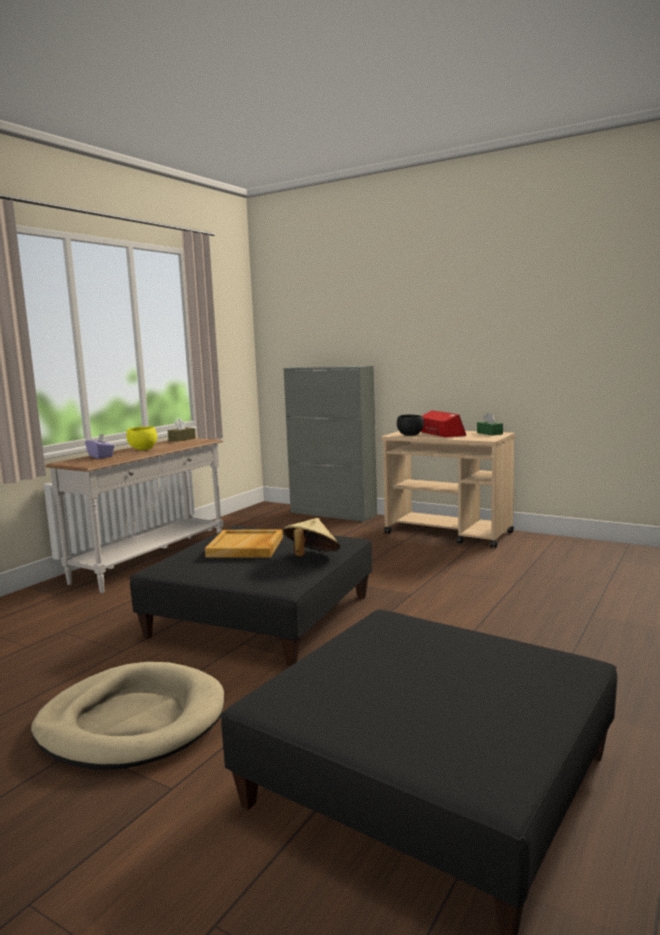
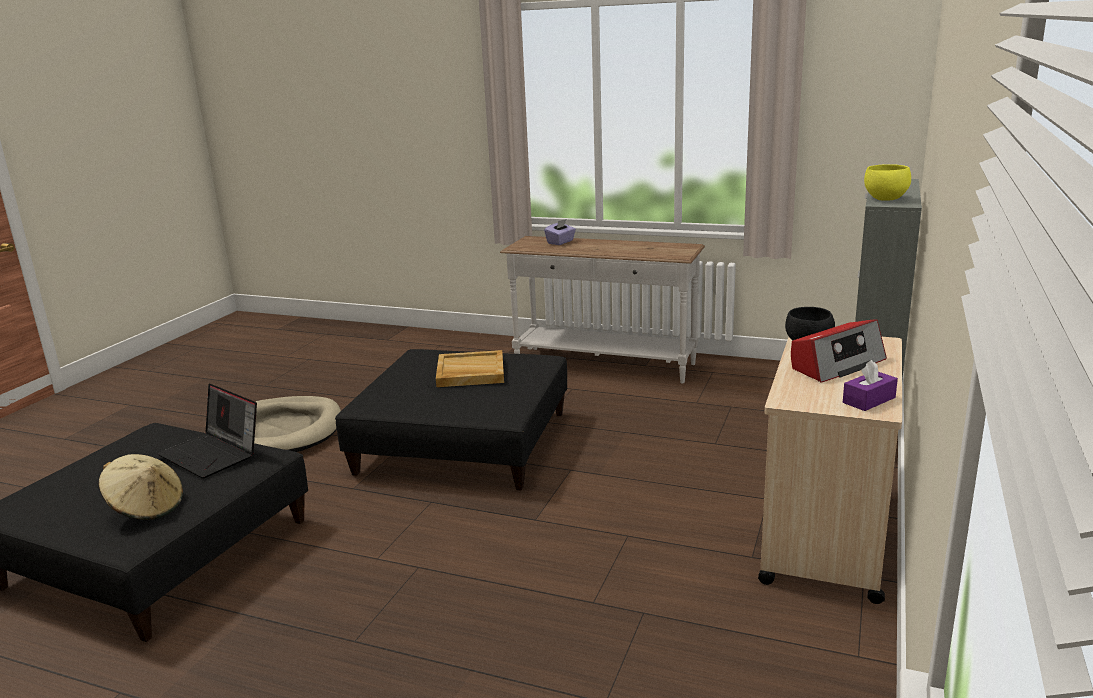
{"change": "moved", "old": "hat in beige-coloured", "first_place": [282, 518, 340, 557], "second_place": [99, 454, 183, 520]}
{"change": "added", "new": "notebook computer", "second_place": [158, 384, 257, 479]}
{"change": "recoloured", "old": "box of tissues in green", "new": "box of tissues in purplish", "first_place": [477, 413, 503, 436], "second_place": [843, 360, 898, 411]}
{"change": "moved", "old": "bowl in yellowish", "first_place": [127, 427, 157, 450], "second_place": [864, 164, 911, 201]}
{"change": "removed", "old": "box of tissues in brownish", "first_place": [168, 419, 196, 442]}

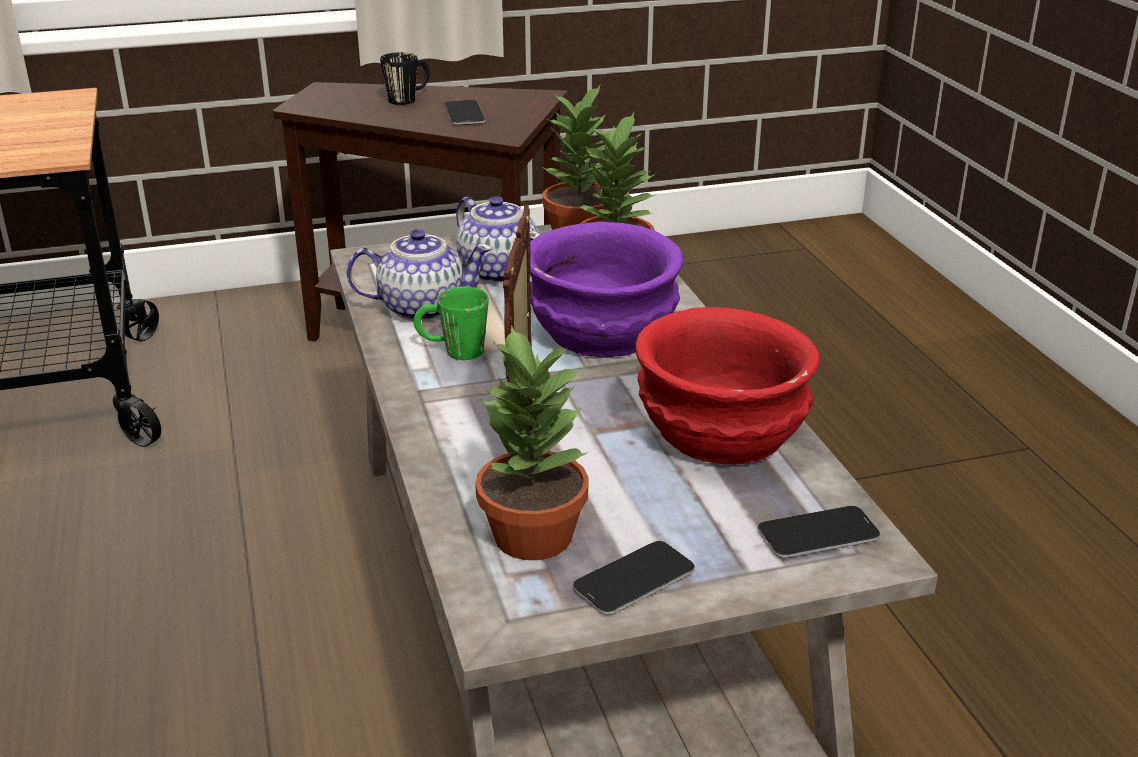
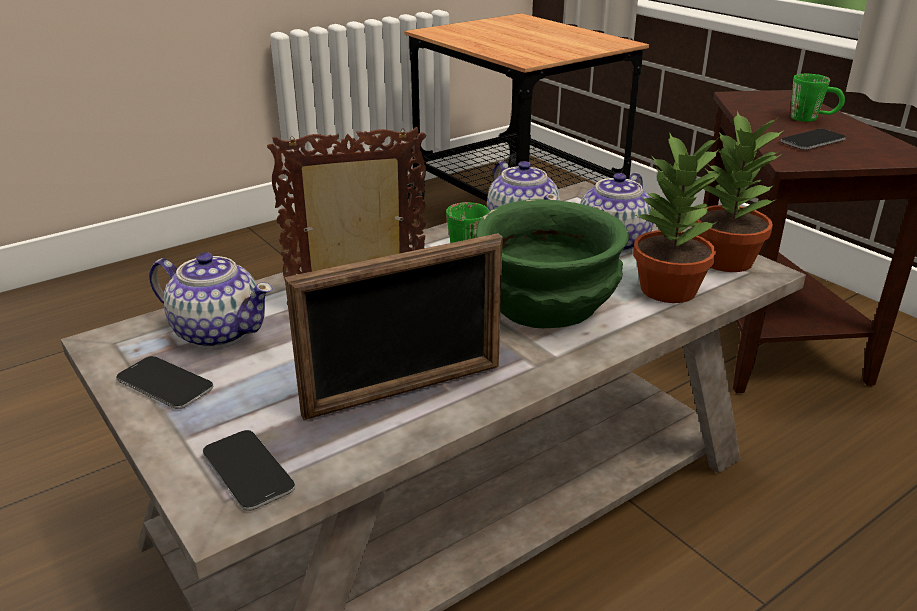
{"change": "replaced", "old": "potted plant", "new": "tea pot", "first_place": [475, 325, 588, 560], "second_place": [149, 252, 273, 348]}
{"change": "replaced", "old": "bowl in red-coloured", "new": "standing frame", "first_place": [635, 307, 820, 464], "second_place": [285, 233, 503, 420]}
{"change": "recoloured", "old": "bowl in purplish", "new": "bowl in green", "first_place": [530, 222, 683, 358], "second_place": [476, 199, 629, 328]}
{"change": "recoloured", "old": "coffee mug in black-coloured", "new": "coffee mug in green", "first_place": [380, 52, 430, 105], "second_place": [791, 74, 845, 122]}

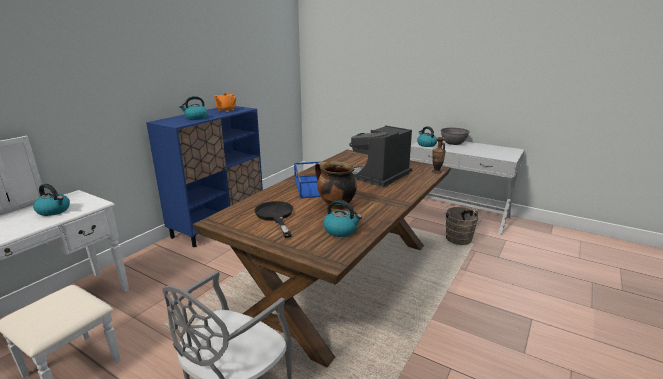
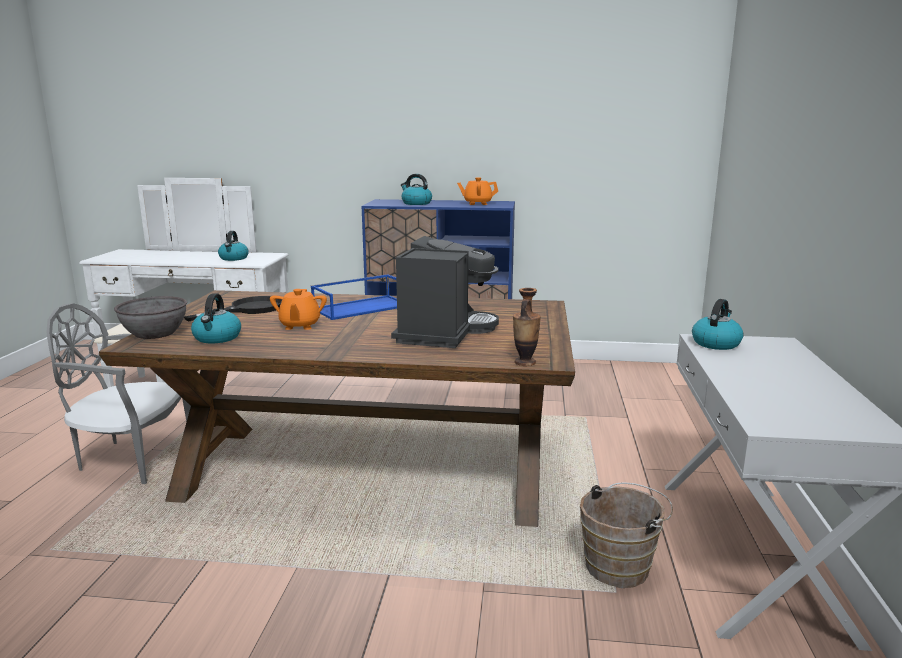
{"change": "moved", "old": "bowl in greyish", "first_place": [441, 128, 470, 145], "second_place": [114, 296, 187, 339]}
{"change": "replaced", "old": "saucepot", "new": "tea pot in orangey", "first_place": [315, 161, 357, 209], "second_place": [270, 289, 327, 330]}
{"change": "turned", "old": "coffee brewer", "first_place": [349, 125, 412, 187], "second_place": [391, 236, 499, 348], "degrees": 90}

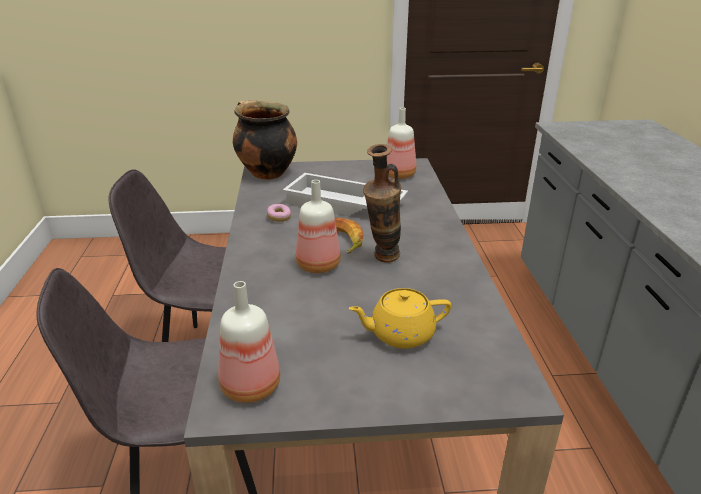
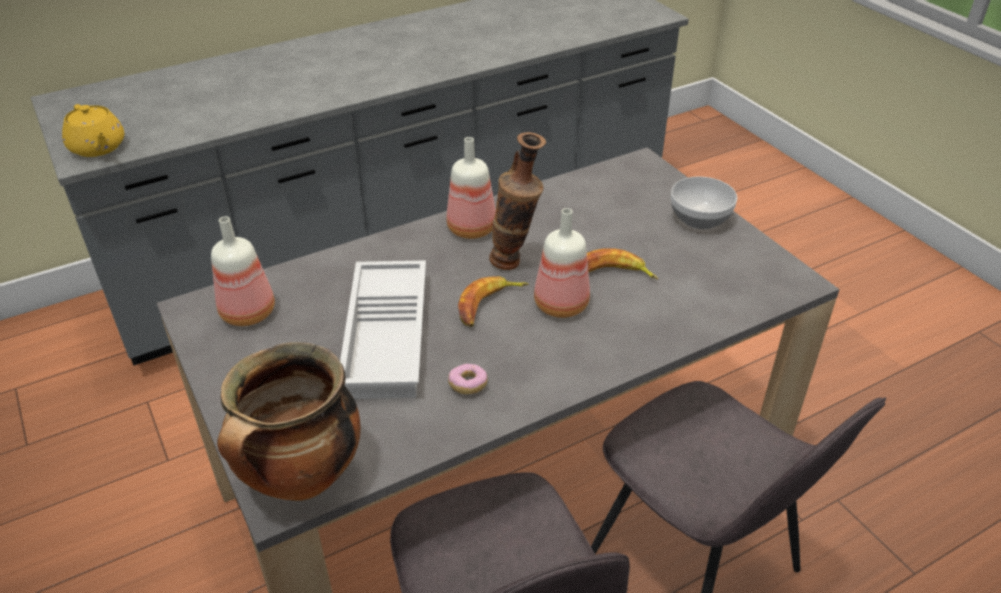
{"change": "moved", "old": "tea pot in yellowish", "first_place": [348, 288, 451, 349], "second_place": [62, 104, 124, 157]}
{"change": "moved", "old": "bottle", "first_place": [218, 281, 280, 403], "second_place": [447, 137, 496, 239]}
{"change": "added", "new": "banana", "second_place": [587, 248, 658, 280]}
{"change": "added", "new": "bowl", "second_place": [671, 176, 737, 229]}

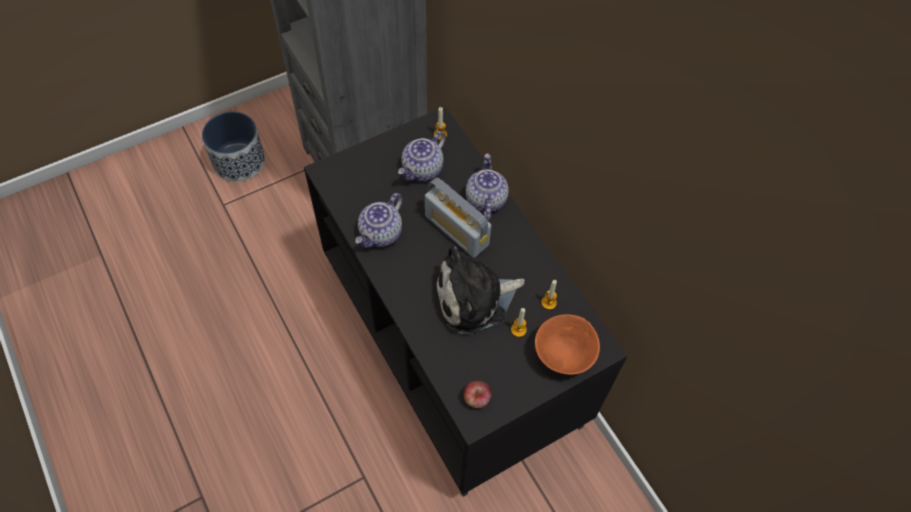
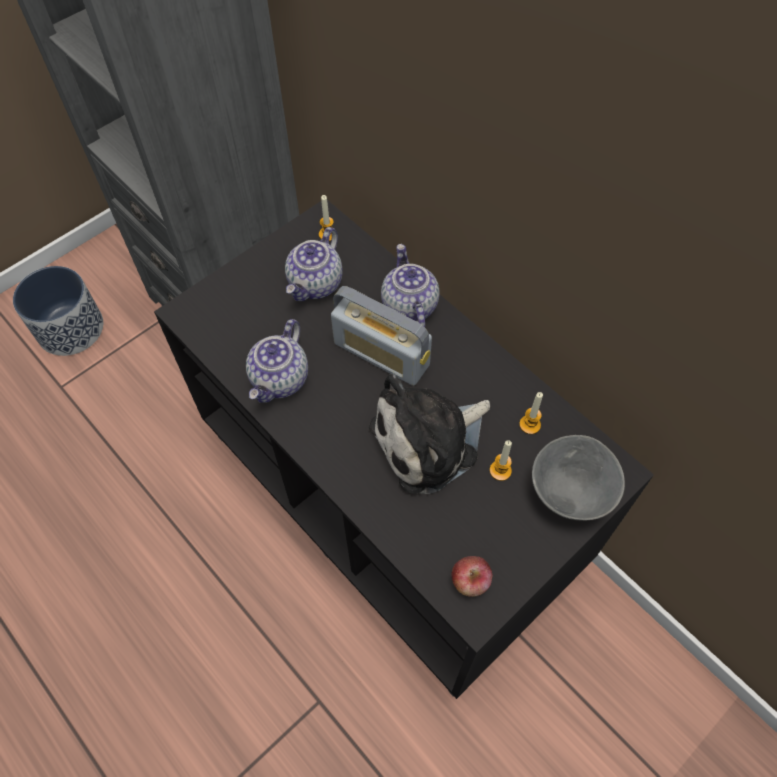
{"change": "recoloured", "old": "bowl in orangey", "new": "bowl in greyish", "first_place": [535, 314, 600, 375], "second_place": [532, 435, 625, 520]}

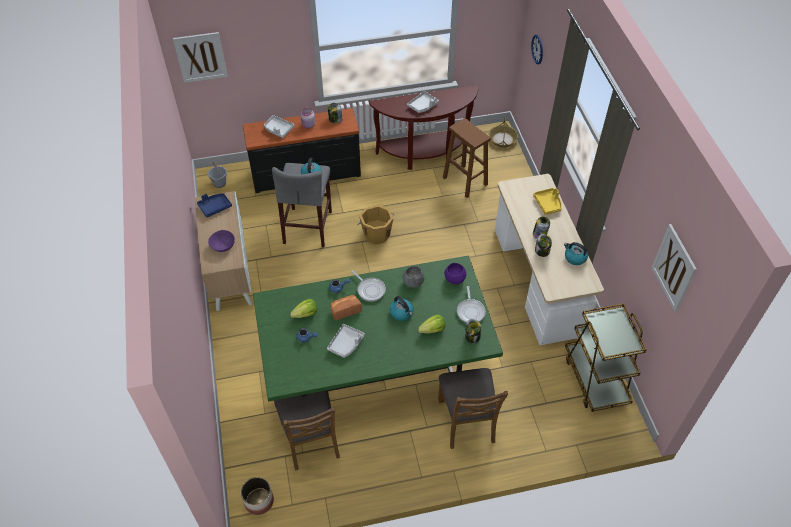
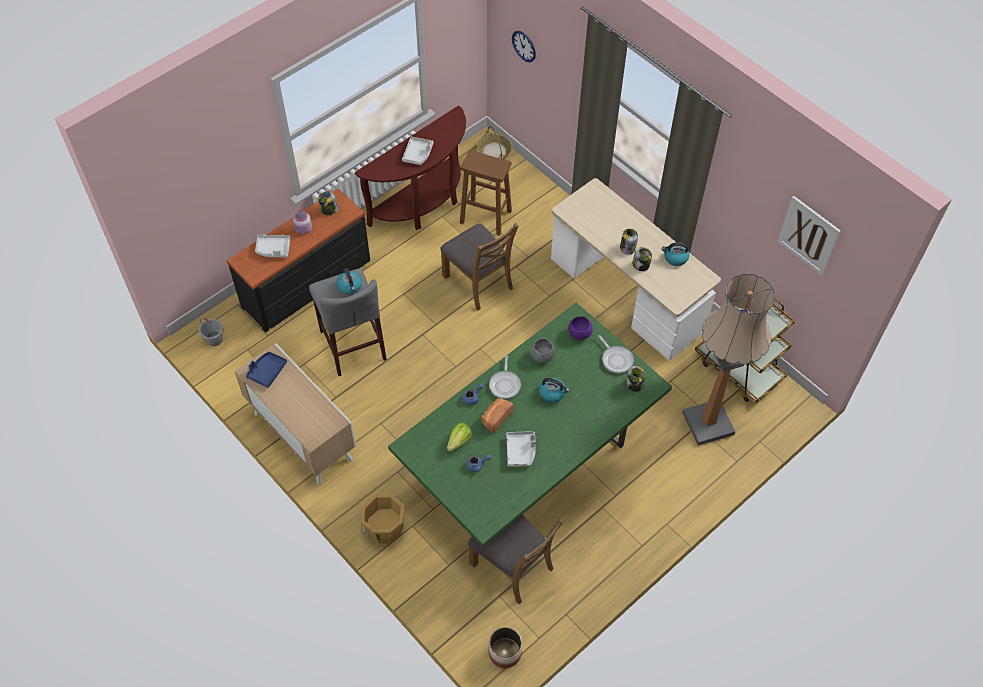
{"change": "moved", "old": "bucket in orangey", "first_place": [357, 205, 394, 245], "second_place": [361, 494, 404, 544]}
{"change": "moved", "old": "plain chair in brownish", "first_place": [438, 368, 508, 449], "second_place": [440, 223, 518, 311]}
{"change": "turned", "old": "skillet", "first_place": [352, 271, 386, 302], "second_place": [489, 355, 521, 399], "degrees": 75}
{"change": "added", "new": "standard lamp", "second_place": [682, 273, 775, 445]}
{"change": "removed", "old": "wall art", "first_place": [173, 32, 228, 83]}
{"change": "removed", "old": "bowl in purplish", "first_place": [208, 230, 235, 252]}
{"change": "removed", "old": "lettuce", "first_place": [418, 315, 445, 334]}
{"change": "removed", "old": "serving tray in yellowish", "first_place": [533, 188, 562, 215]}

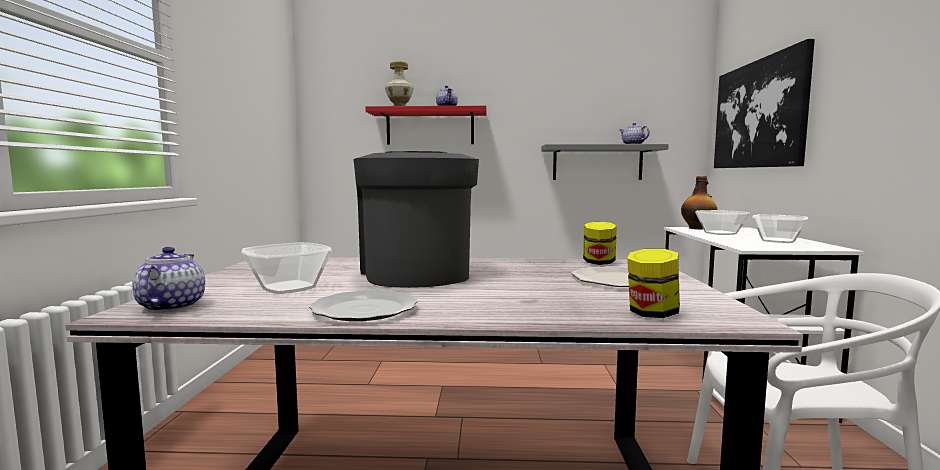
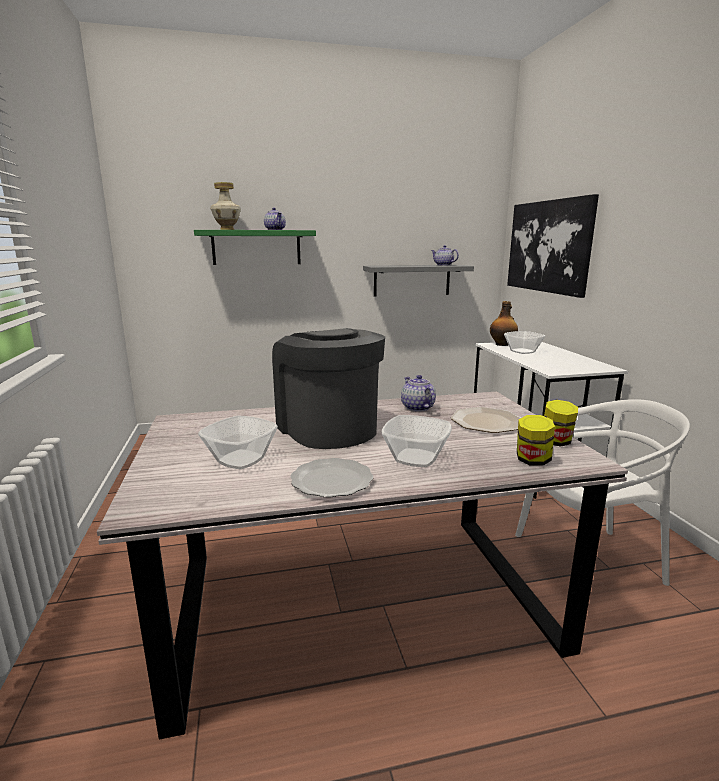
{"change": "recoloured", "old": "bracket shelf in red-coloured", "new": "bracket shelf in green", "first_place": [366, 106, 487, 144], "second_place": [194, 230, 316, 265]}
{"change": "moved", "old": "bowl", "first_place": [752, 214, 809, 243], "second_place": [382, 415, 452, 467]}
{"change": "moved", "old": "tea pot", "first_place": [132, 247, 205, 312], "second_place": [401, 375, 436, 412]}
{"change": "moved", "old": "storage jar", "first_place": [583, 221, 617, 265], "second_place": [544, 400, 578, 447]}

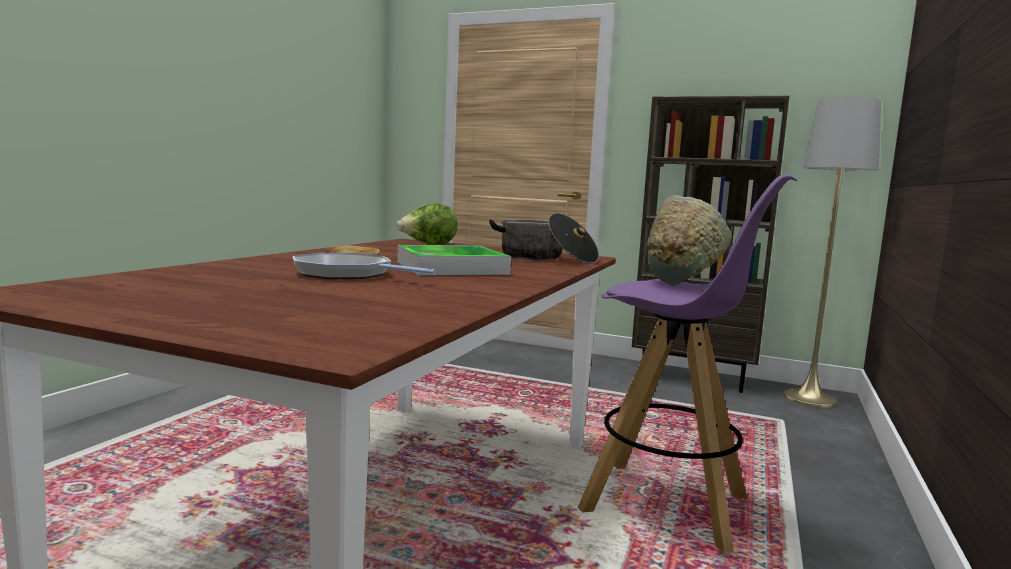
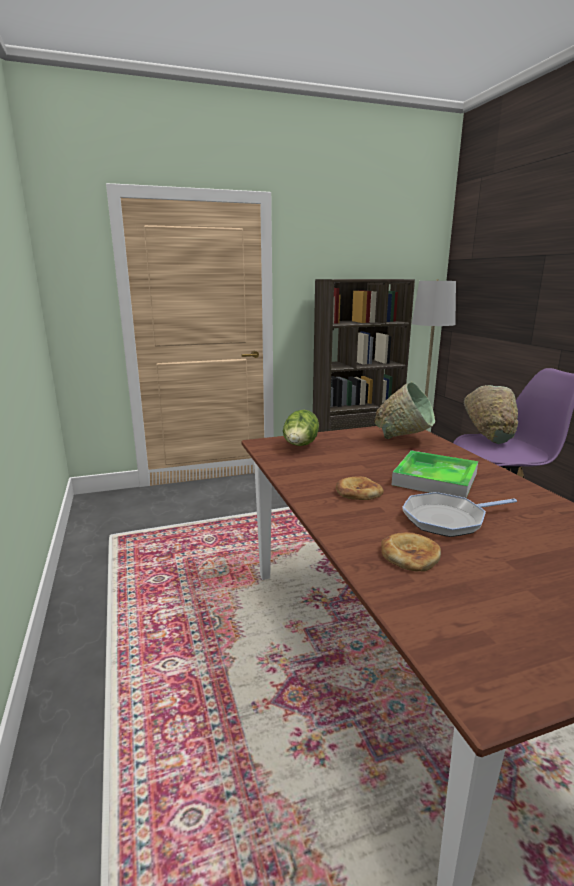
{"change": "replaced", "old": "saucepot", "new": "bowl in green", "first_place": [489, 213, 599, 264], "second_place": [374, 381, 435, 439]}
{"change": "added", "new": "bread", "second_place": [381, 532, 441, 572]}

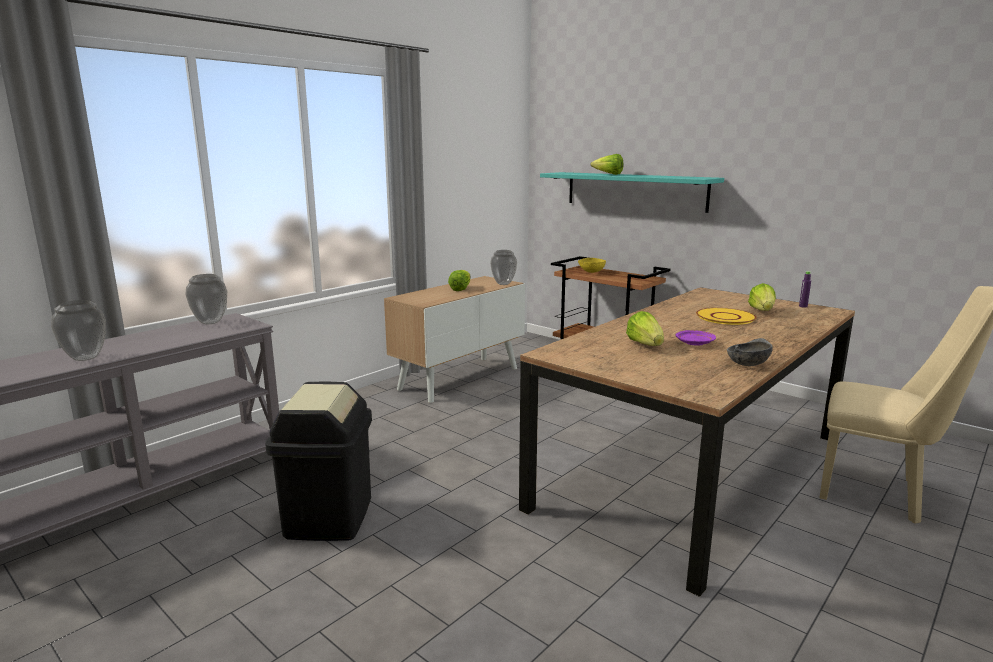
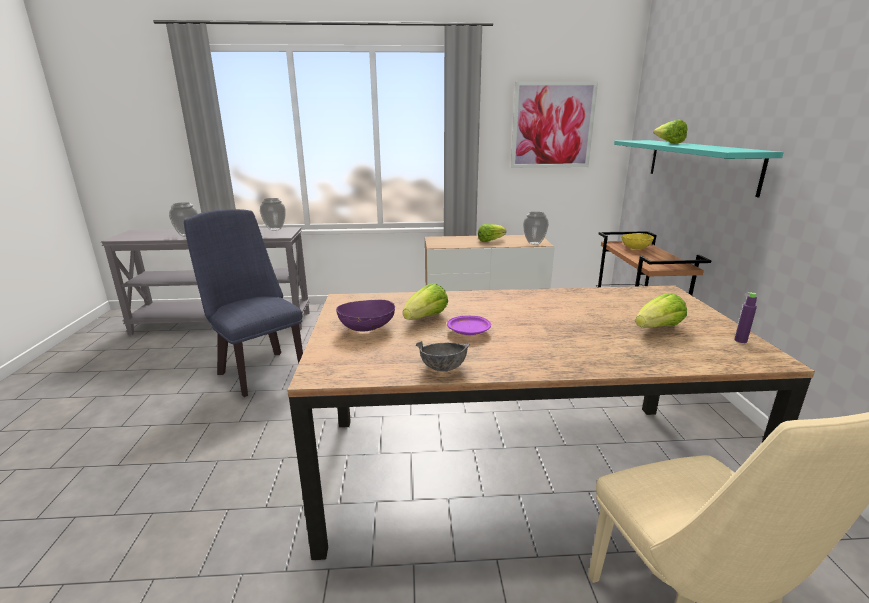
{"change": "replaced", "old": "rubbish bin in black-coloured", "new": "plain chair in blue", "first_place": [265, 382, 372, 541], "second_place": [184, 209, 303, 397]}
{"change": "added", "new": "bowl in purplish", "second_place": [336, 300, 395, 331]}
{"change": "added", "new": "wall art", "second_place": [511, 82, 598, 168]}
{"change": "removed", "old": "dinner plate in yellowish", "first_place": [696, 308, 757, 325]}

